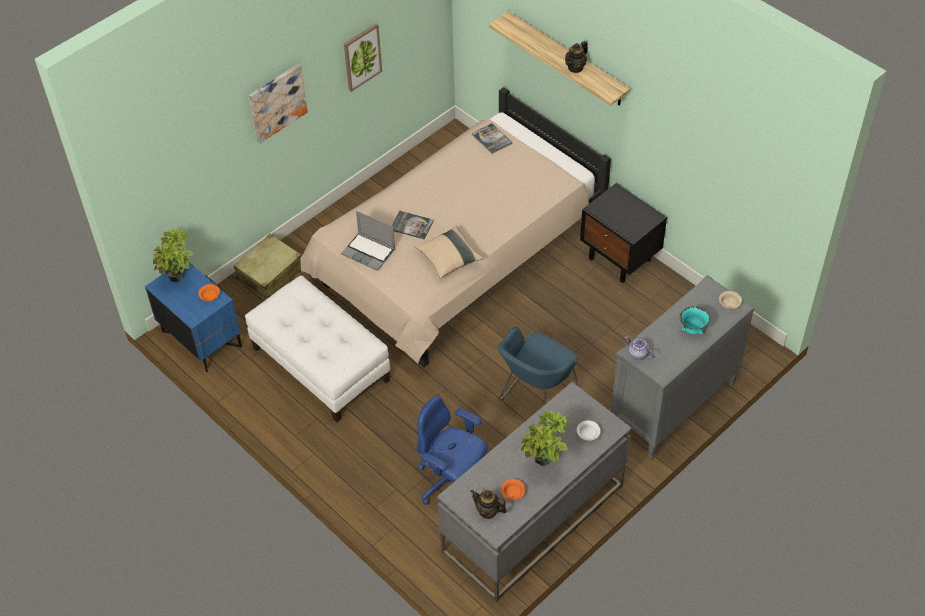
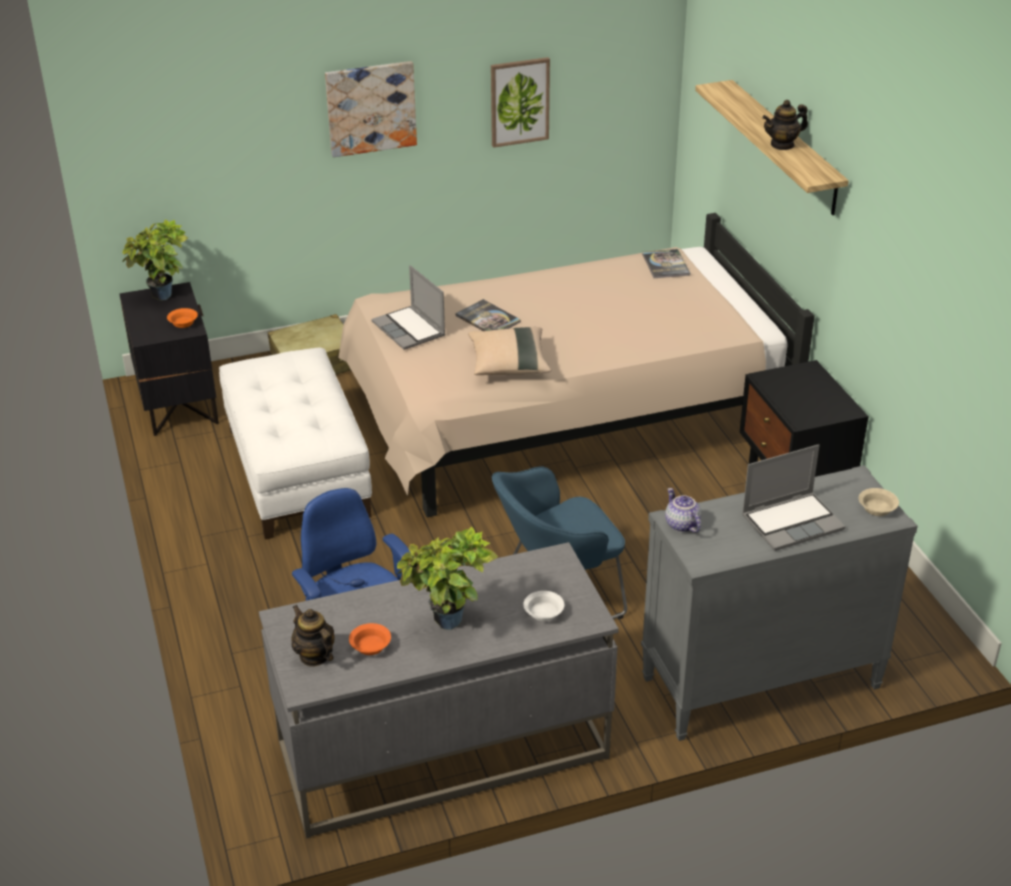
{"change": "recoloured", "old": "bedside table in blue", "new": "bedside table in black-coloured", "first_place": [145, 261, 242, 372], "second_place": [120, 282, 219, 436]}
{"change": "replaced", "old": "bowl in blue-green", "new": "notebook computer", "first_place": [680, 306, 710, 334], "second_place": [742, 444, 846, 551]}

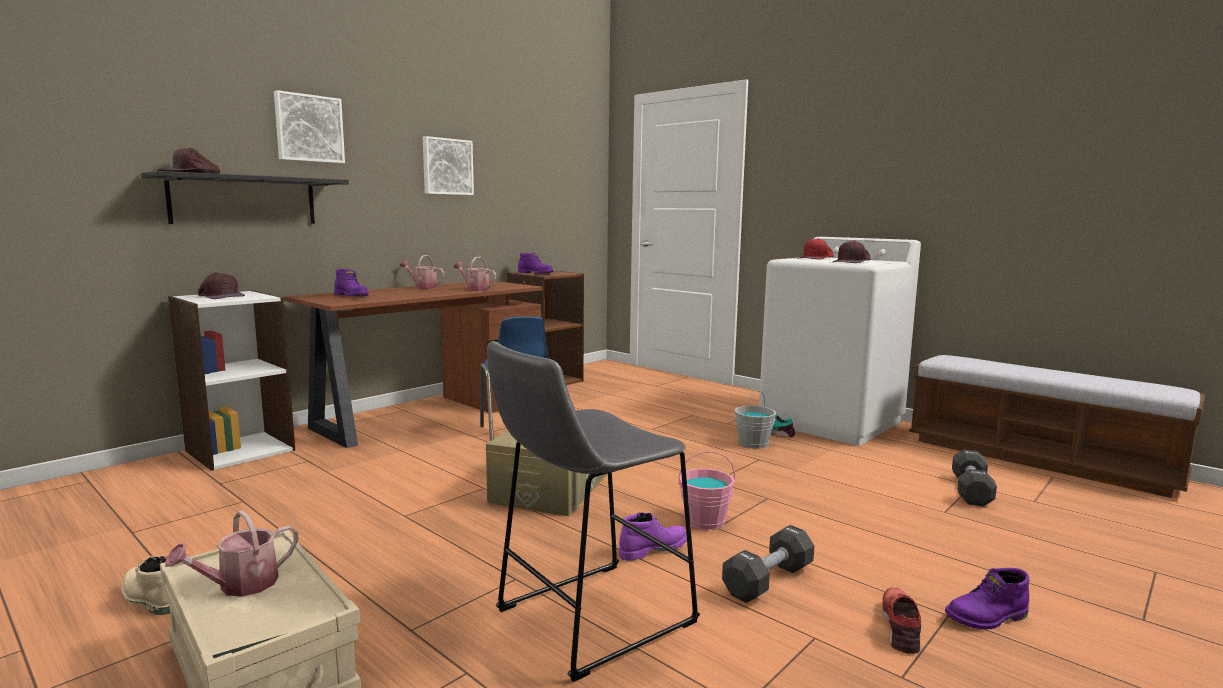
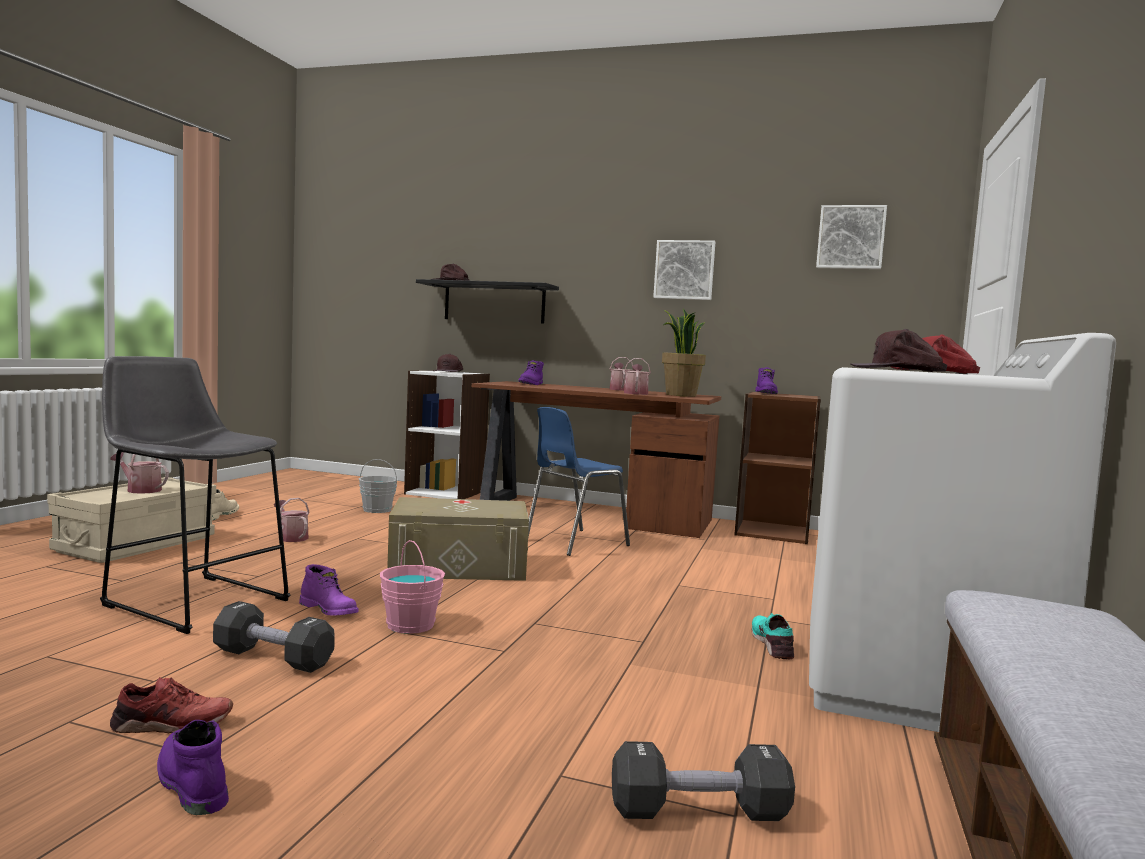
{"change": "added", "new": "sprinkling can", "second_place": [274, 498, 310, 542]}
{"change": "moved", "old": "bucket in greyish", "first_place": [735, 390, 776, 448], "second_place": [359, 459, 398, 513]}
{"change": "added", "new": "potted plant", "second_place": [662, 309, 706, 397]}
{"change": "moved", "old": "wall art", "first_place": [274, 90, 345, 164], "second_place": [816, 205, 887, 269]}

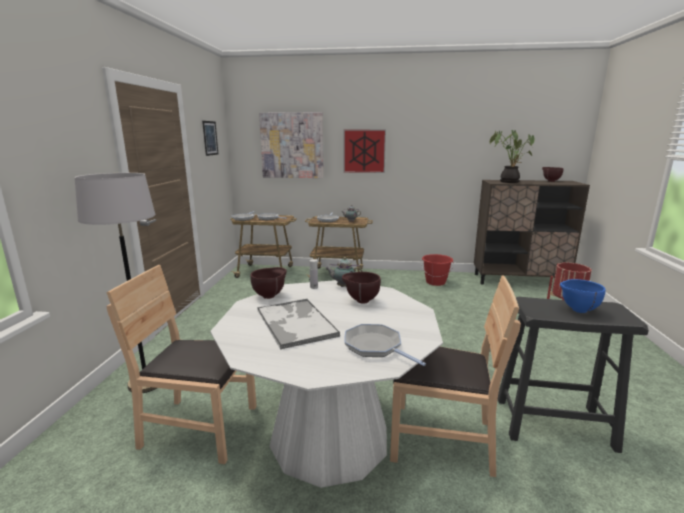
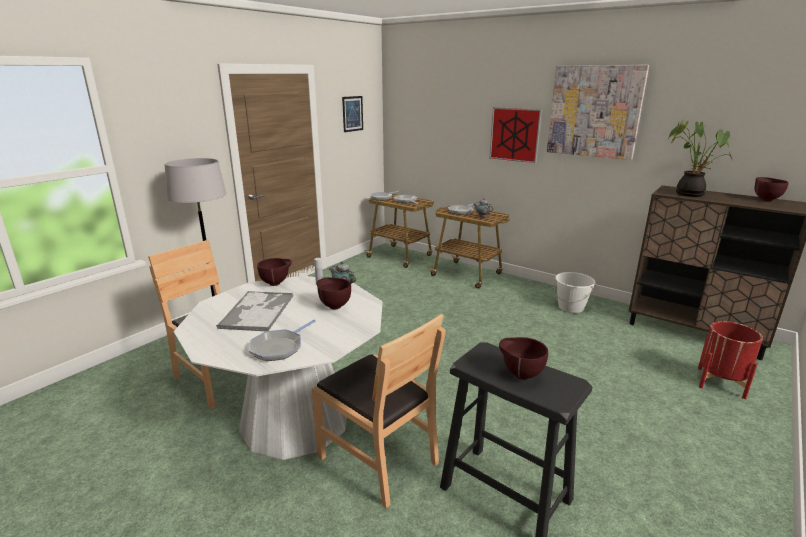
{"change": "turned", "old": "skillet", "first_place": [344, 324, 426, 366], "second_place": [249, 320, 316, 361], "degrees": -135}
{"change": "recoloured", "old": "bowl in blue", "new": "bowl in brownish", "first_place": [560, 279, 606, 313], "second_place": [499, 337, 548, 379]}
{"change": "moved", "old": "wall art", "first_place": [259, 112, 324, 178], "second_place": [547, 65, 649, 160]}
{"change": "recoloured", "old": "bucket in red-coloured", "new": "bucket in white-coloured", "first_place": [421, 254, 454, 286], "second_place": [554, 272, 596, 313]}

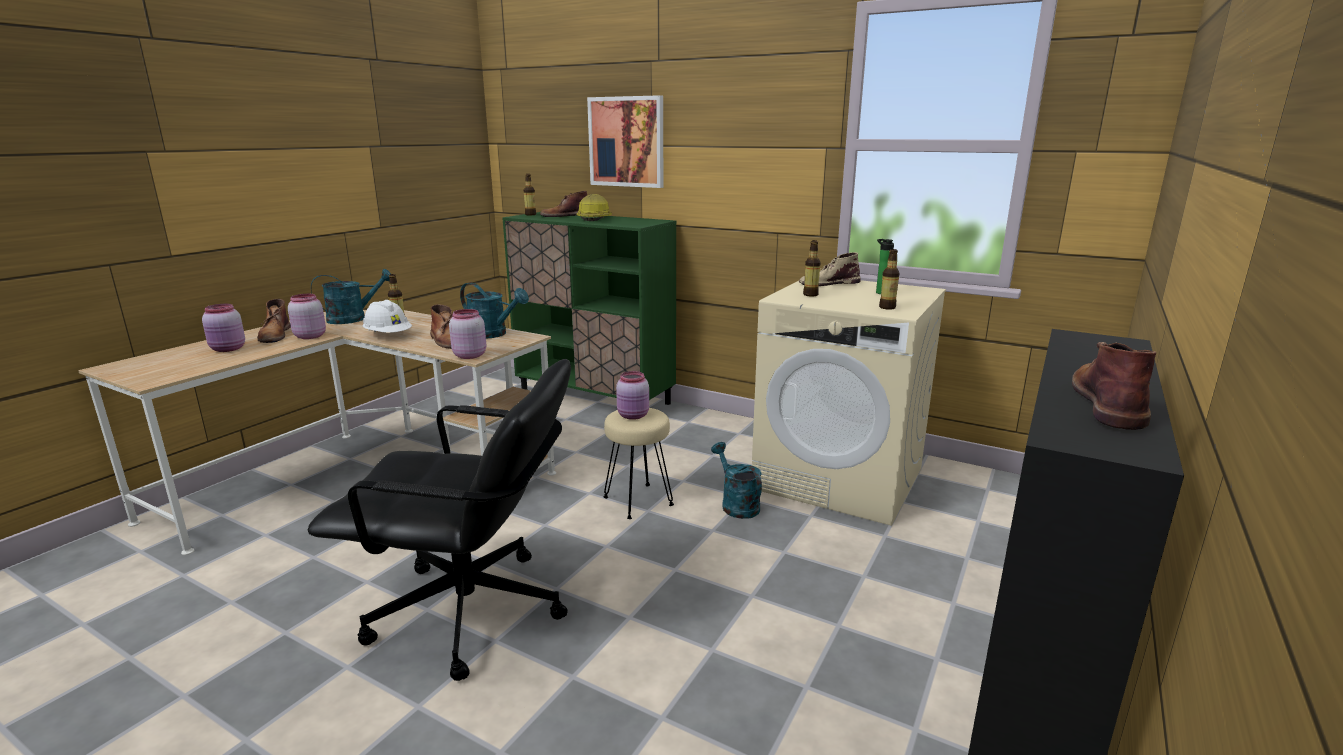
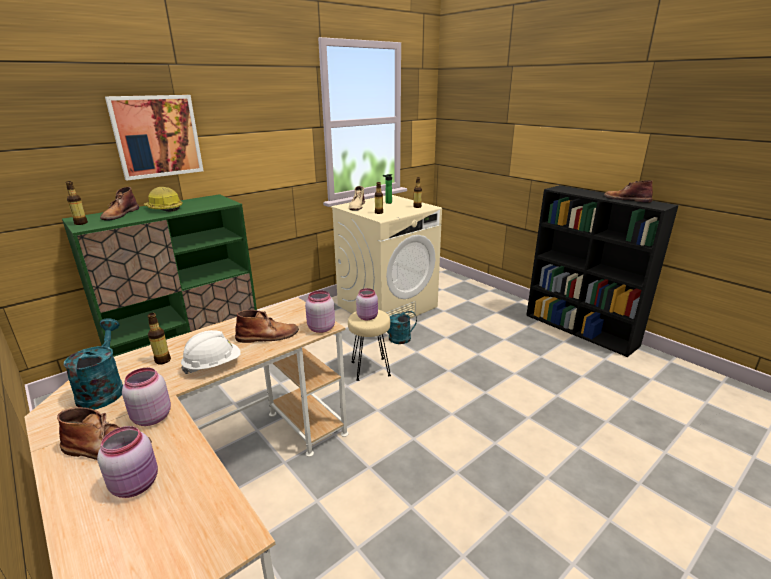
{"change": "removed", "old": "computer chair in black-coloured", "first_place": [307, 359, 571, 681]}
{"change": "removed", "old": "sprinkling can in blue-green", "first_place": [460, 282, 529, 339]}

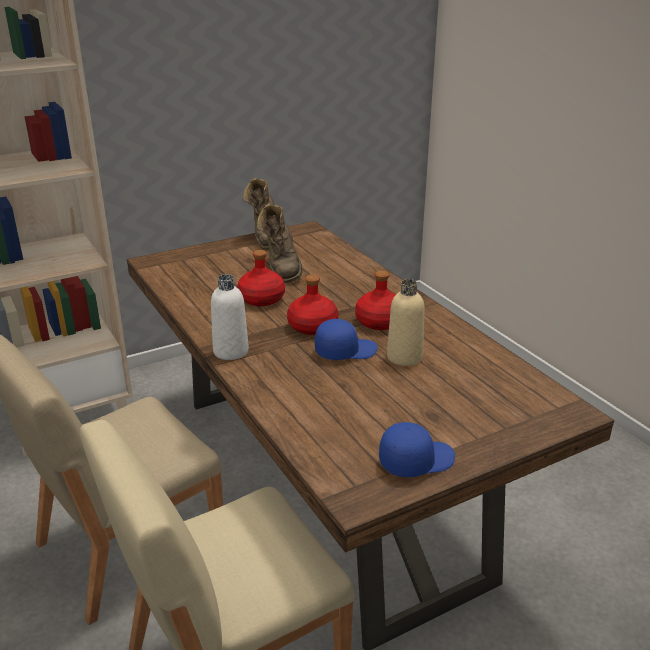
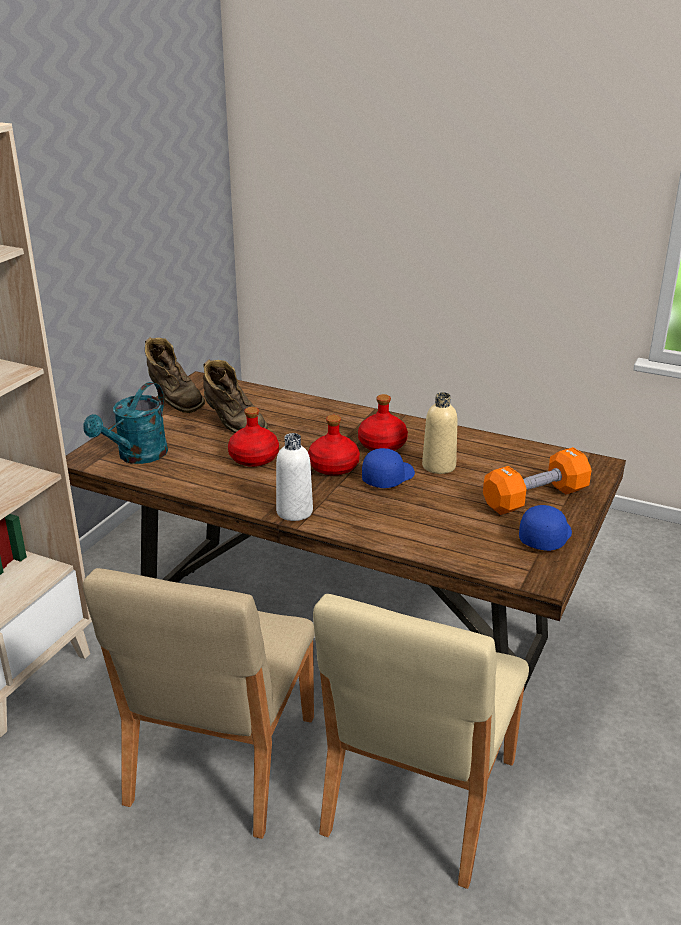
{"change": "added", "new": "sprinkling can in blue-green", "second_place": [83, 382, 168, 464]}
{"change": "added", "new": "free weight in orangey", "second_place": [483, 447, 592, 515]}

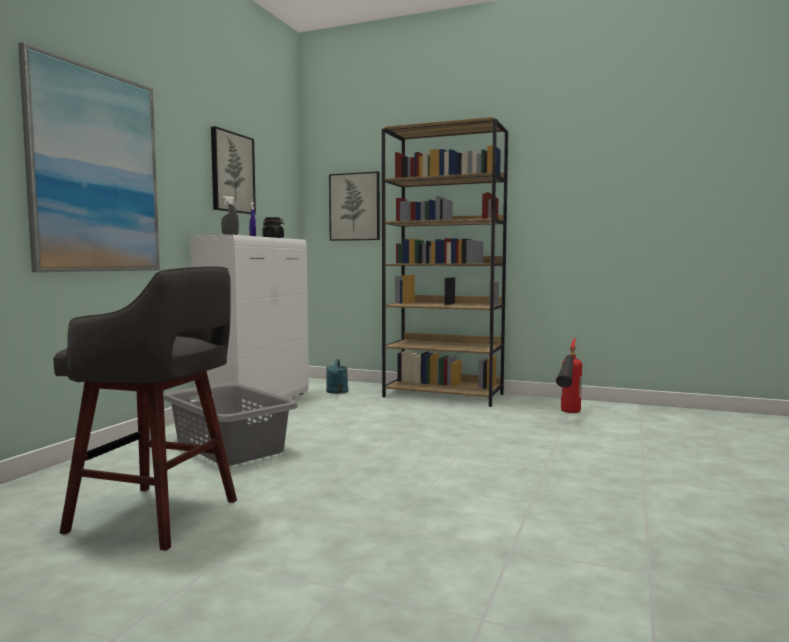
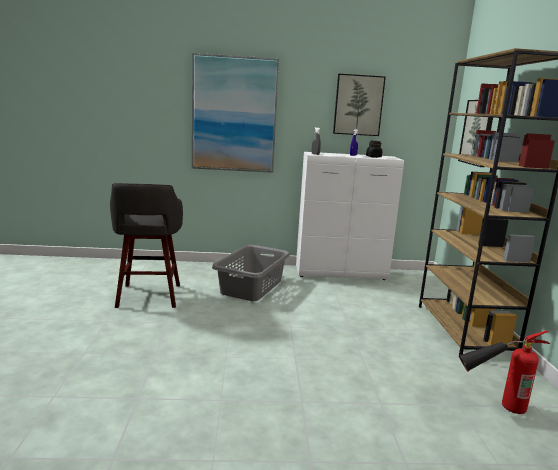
{"change": "removed", "old": "sprinkling can in blue-green", "first_place": [326, 359, 348, 394]}

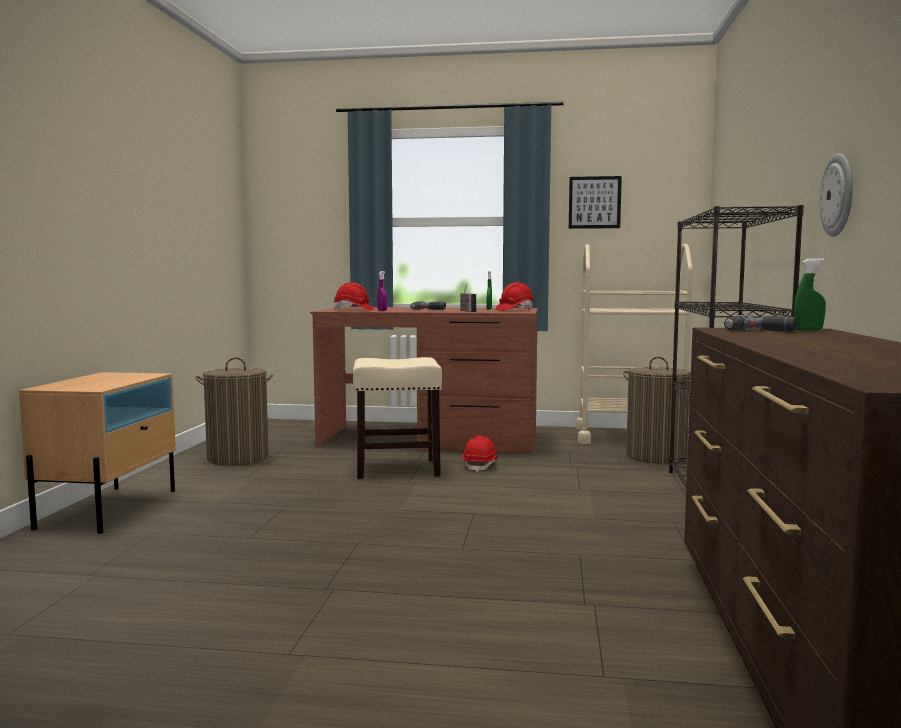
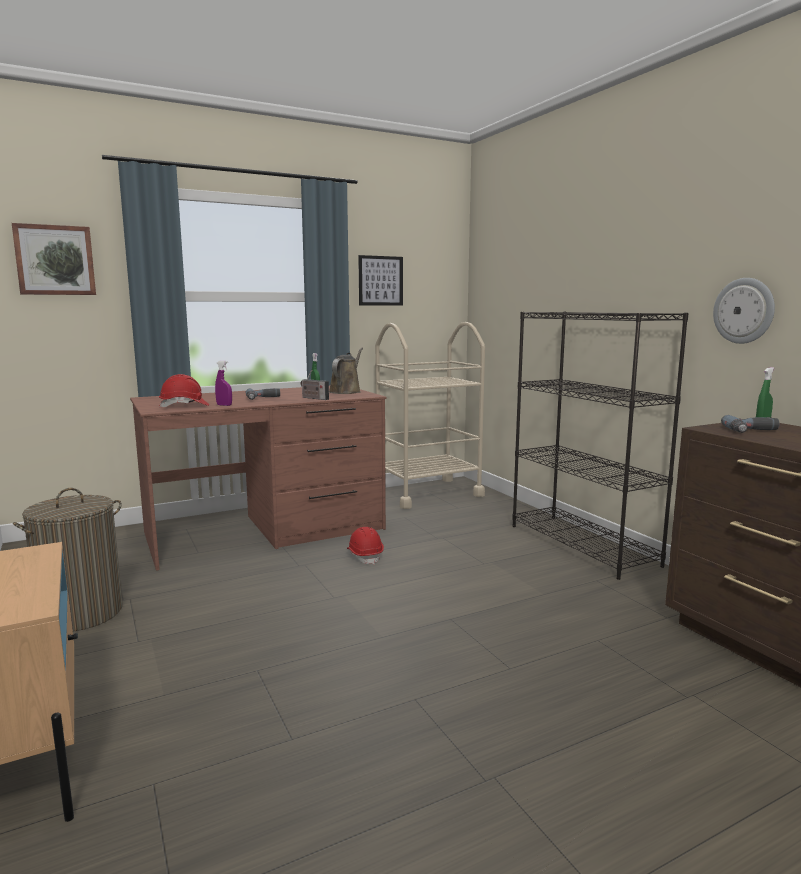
{"change": "added", "new": "wall art", "second_place": [12, 223, 96, 295]}
{"change": "replaced", "old": "safety helmet in red-coloured", "new": "sprinkling can in brownish", "first_place": [495, 282, 534, 310], "second_place": [329, 347, 363, 394]}
{"change": "removed", "old": "sitting stool in beige-coloured", "first_place": [353, 357, 442, 479]}
{"change": "removed", "old": "washing basket", "first_place": [623, 356, 691, 464]}

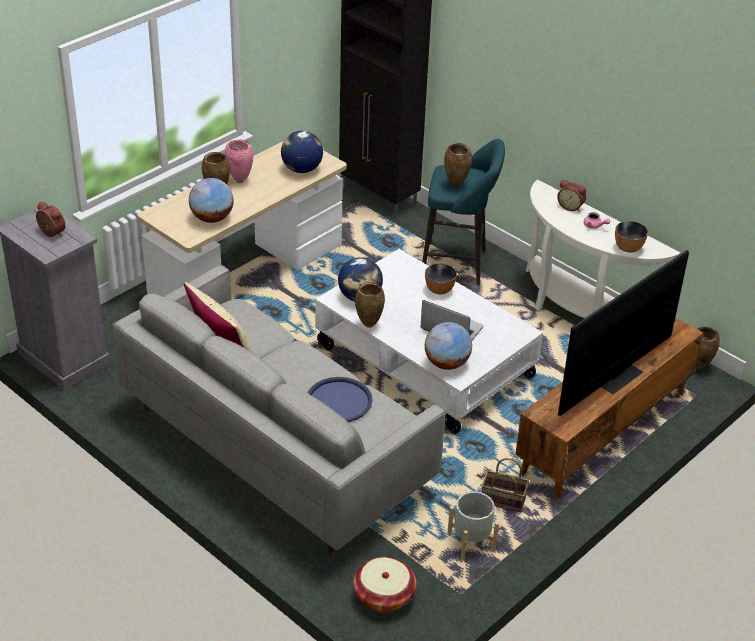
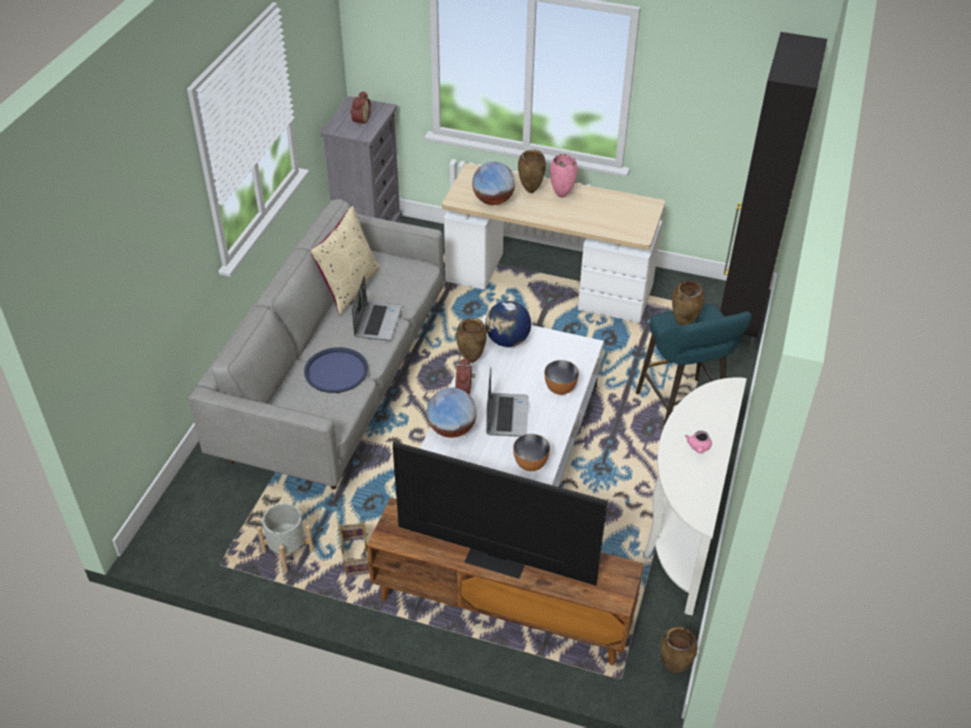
{"change": "added", "new": "notebook computer", "second_place": [352, 275, 402, 341]}
{"change": "moved", "old": "alarm clock", "first_place": [557, 180, 586, 212], "second_place": [455, 358, 475, 395]}
{"change": "moved", "old": "bowl", "first_place": [615, 221, 648, 253], "second_place": [513, 434, 550, 471]}
{"change": "removed", "old": "globe", "first_place": [281, 131, 323, 173]}
{"change": "removed", "old": "household basket", "first_place": [353, 557, 416, 613]}

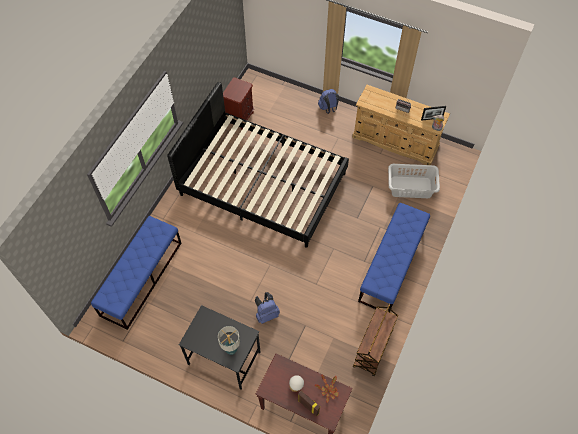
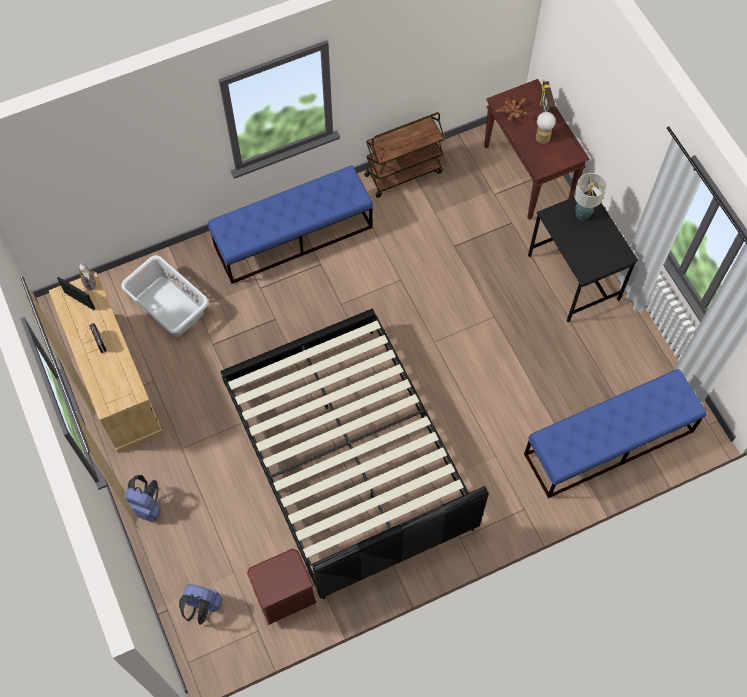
{"change": "moved", "old": "backpack in blue", "first_place": [255, 292, 280, 324], "second_place": [179, 584, 223, 625]}

